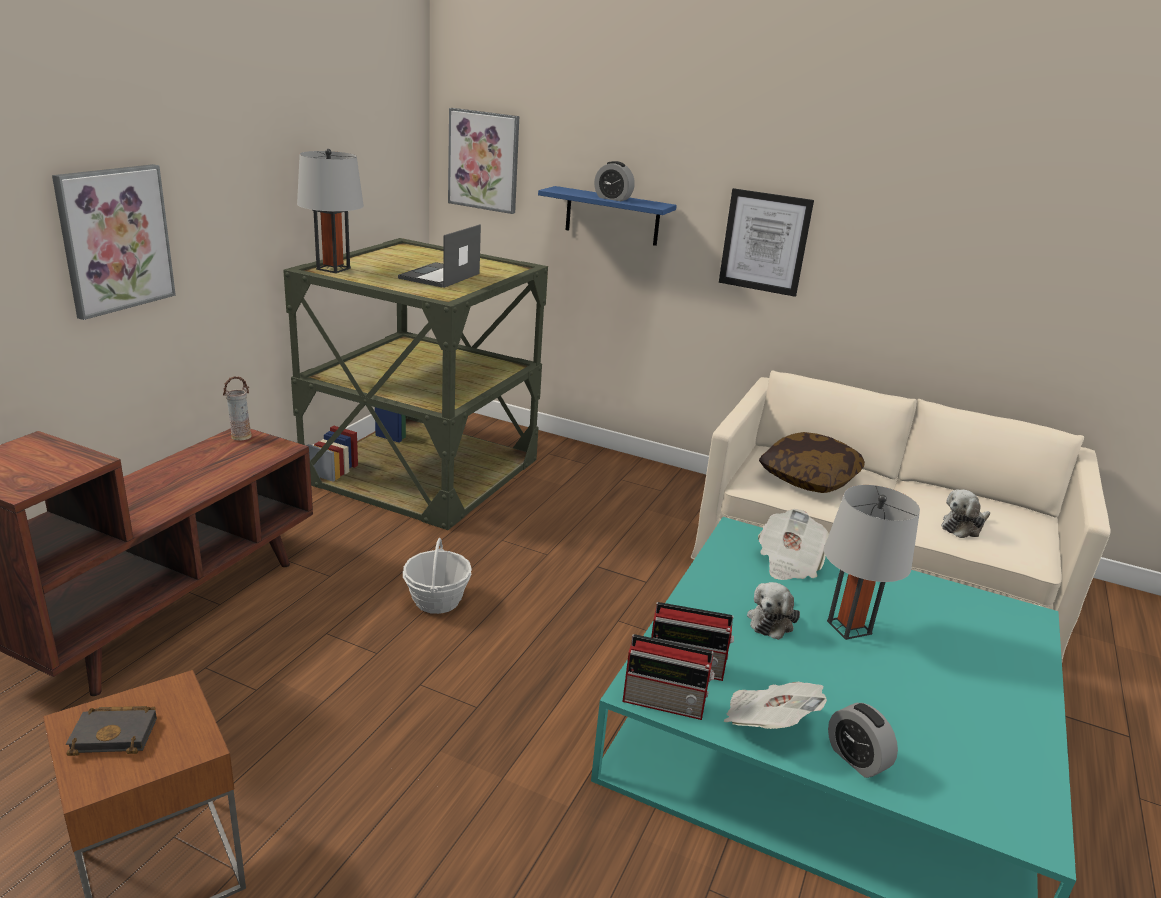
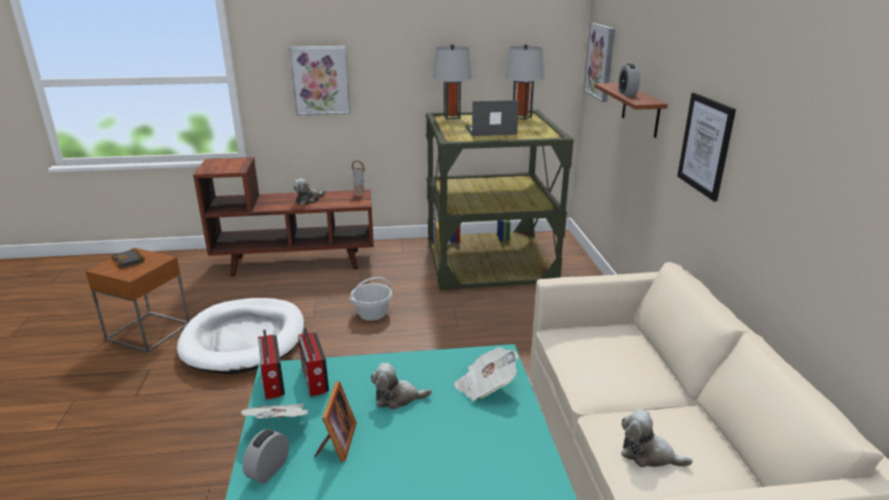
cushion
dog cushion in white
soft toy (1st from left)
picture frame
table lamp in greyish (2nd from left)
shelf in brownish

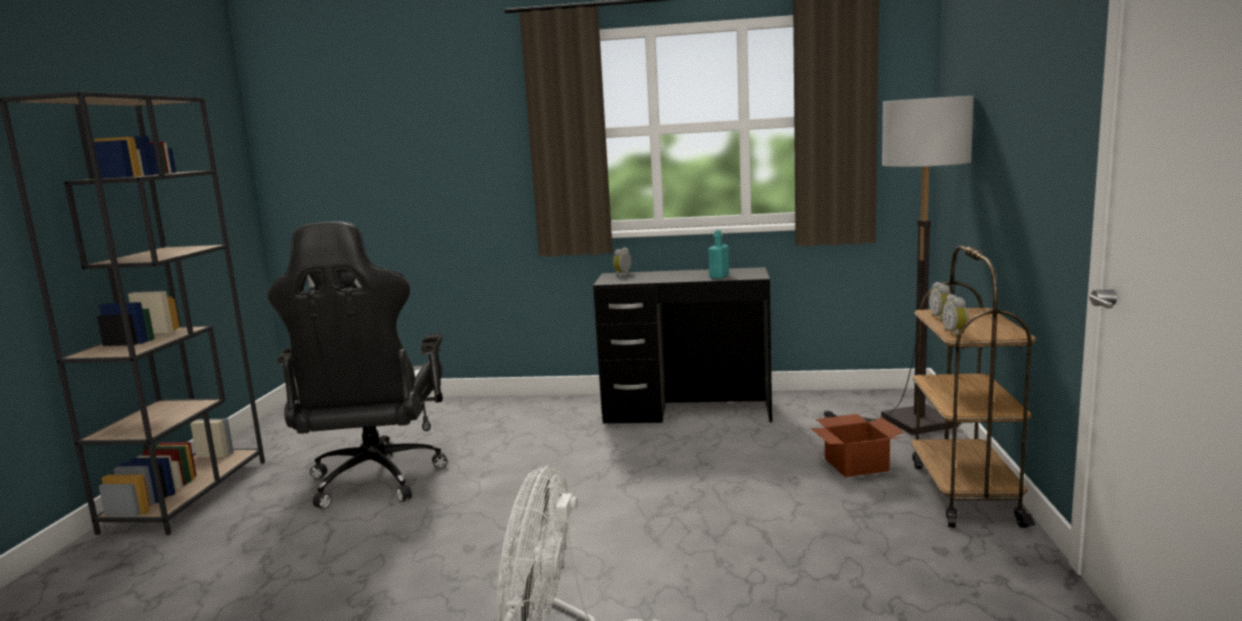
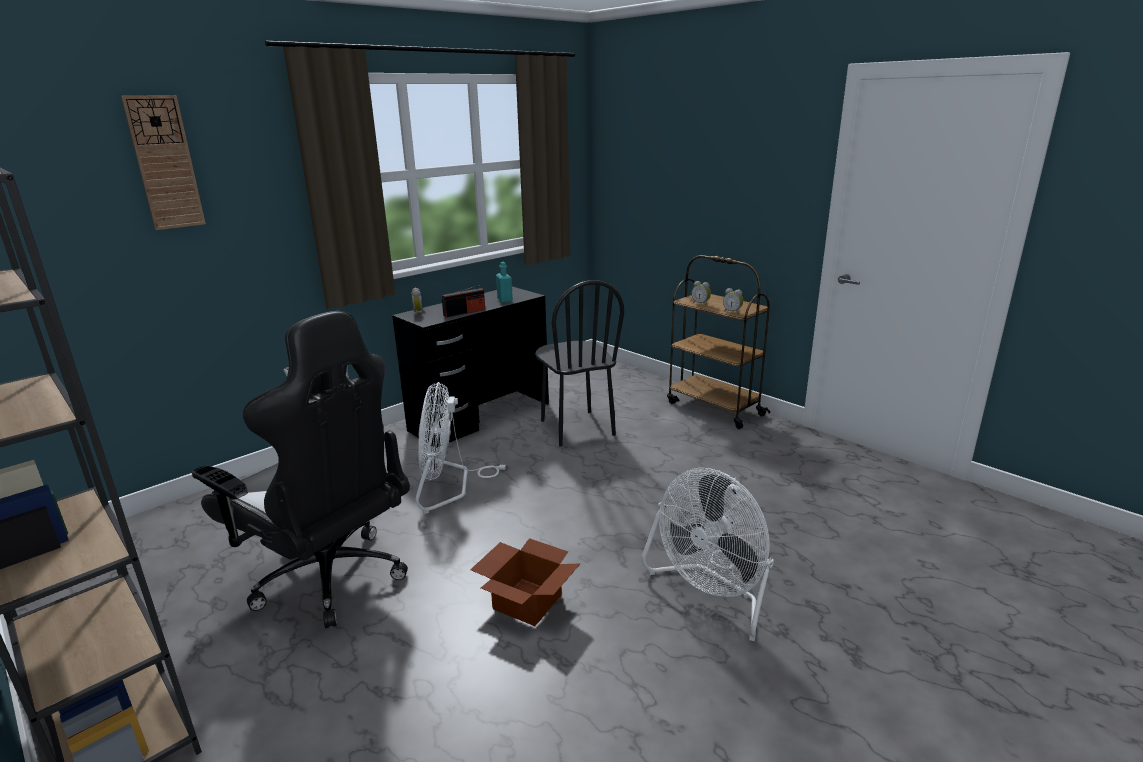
floor lamp
hanging clock
electric fan in white (1st from left)
radio receiver
upright chair in black-coloured
carton

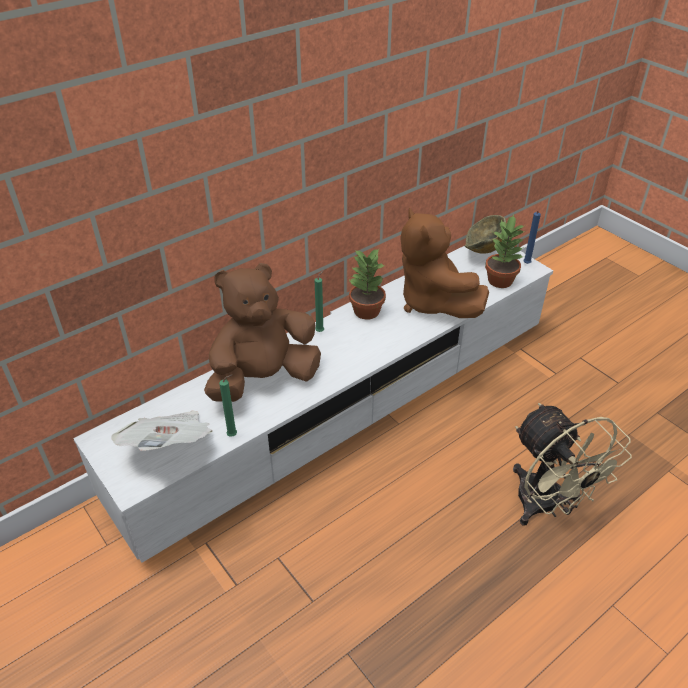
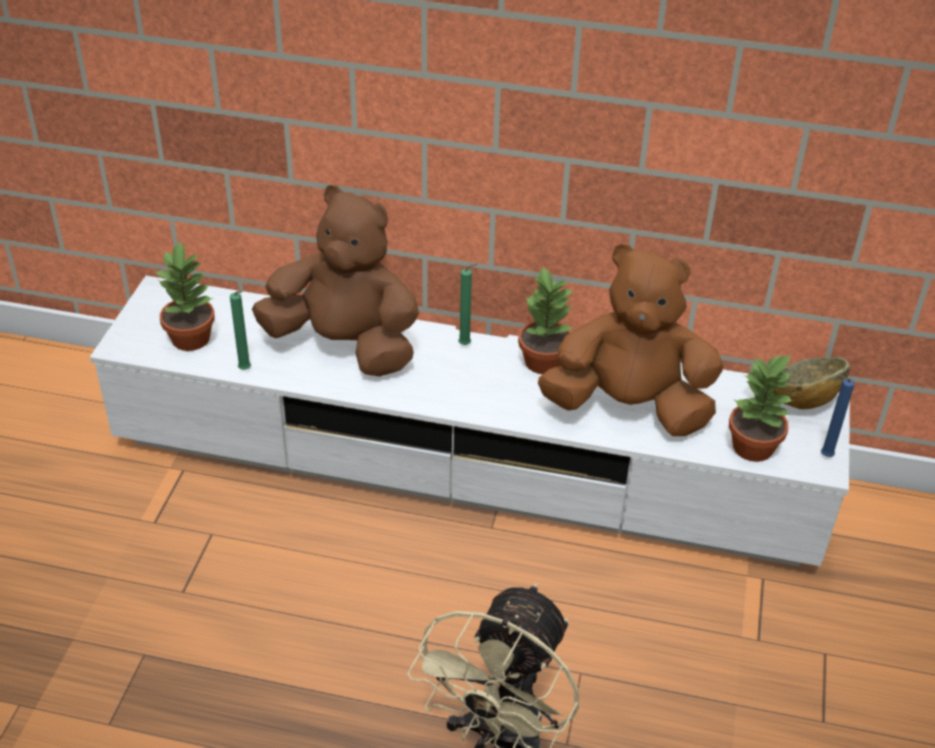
houseplant (1st from left)
soft toy in brownish (2nd from left)

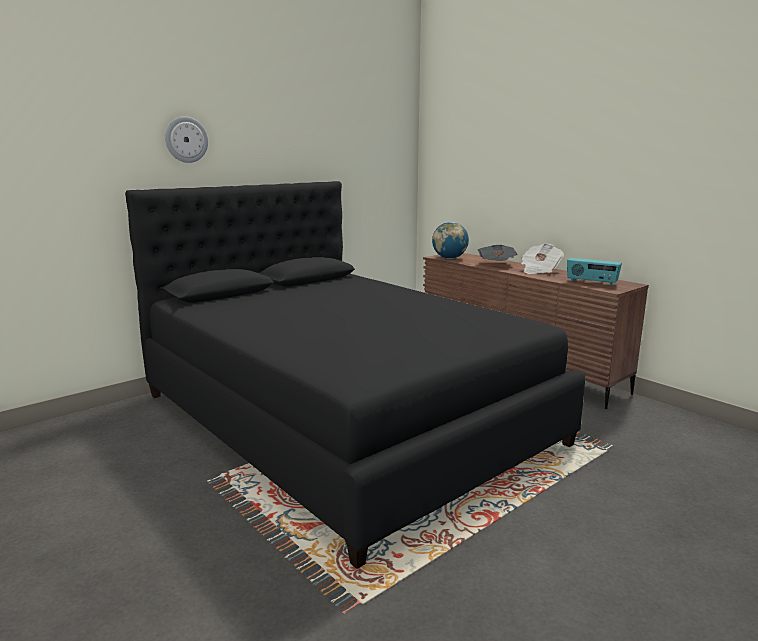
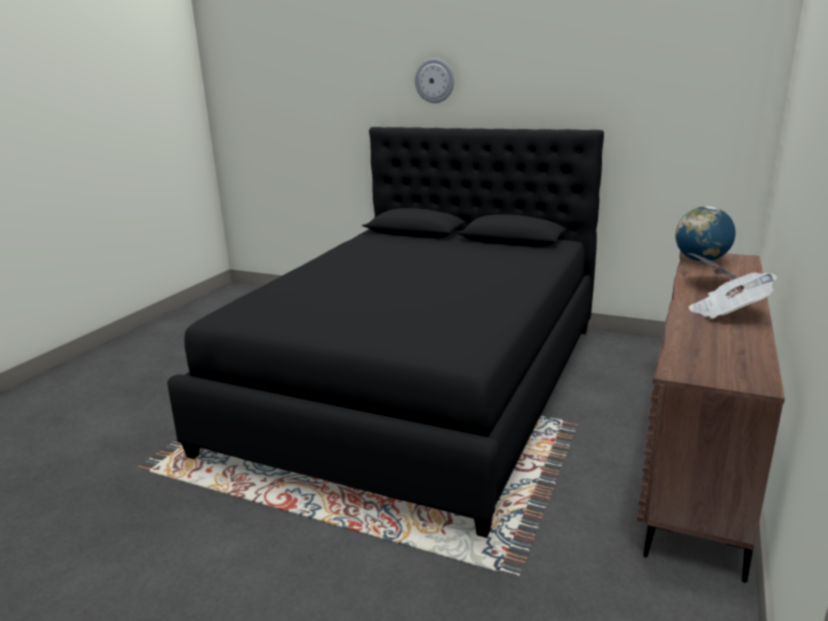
radio receiver

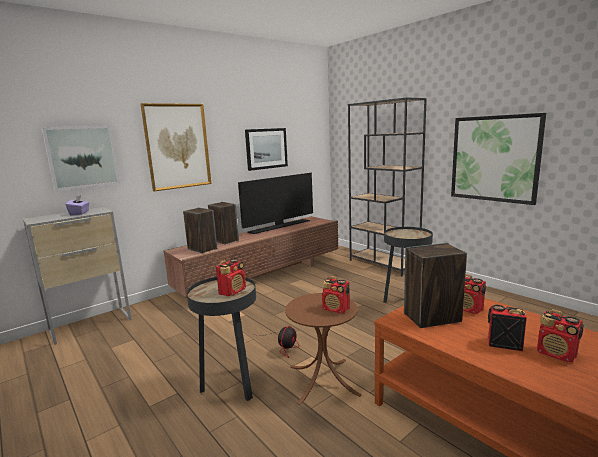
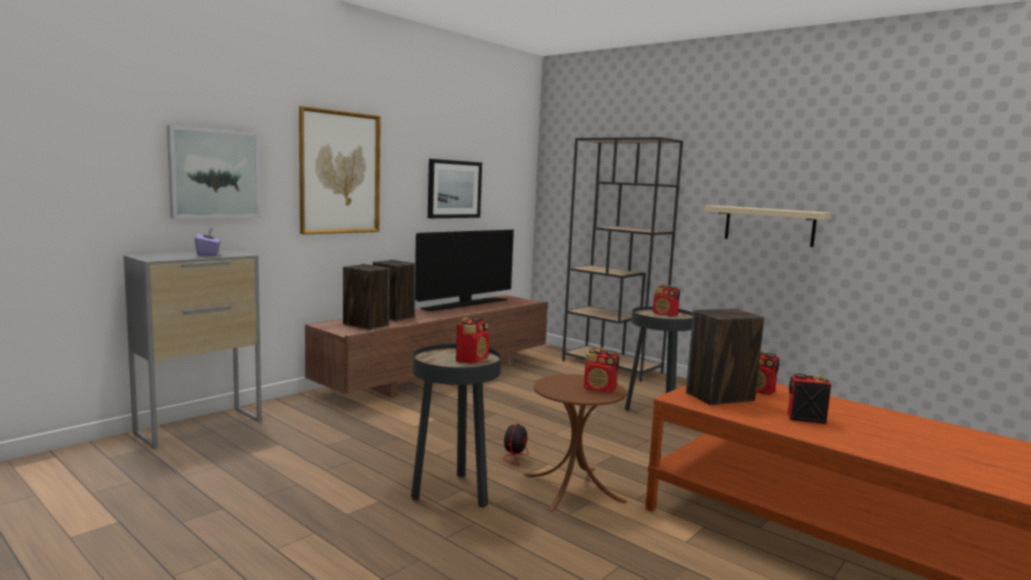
radio receiver (3rd from left)
shelf in sand-coloured

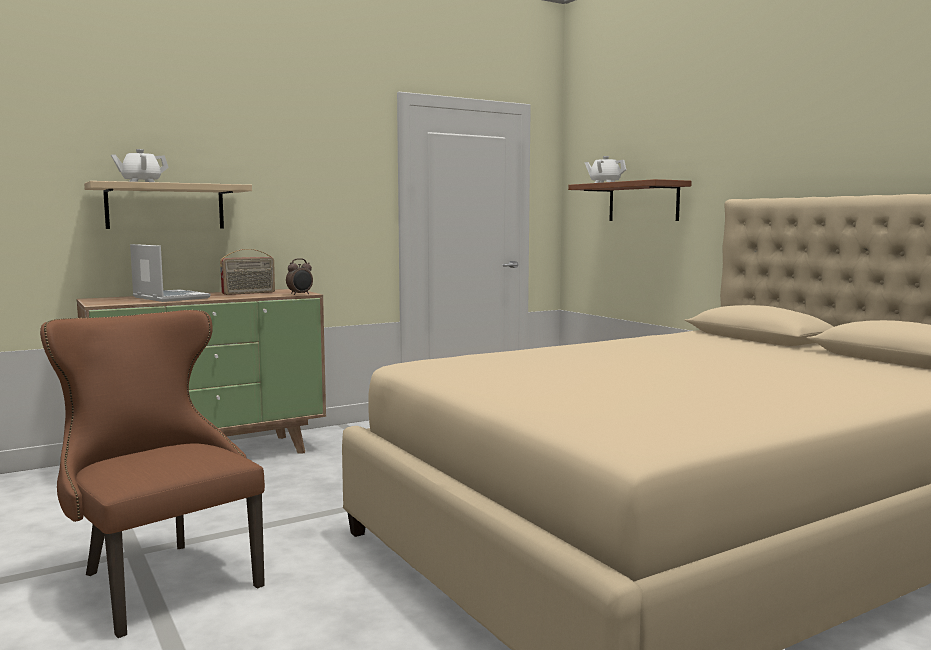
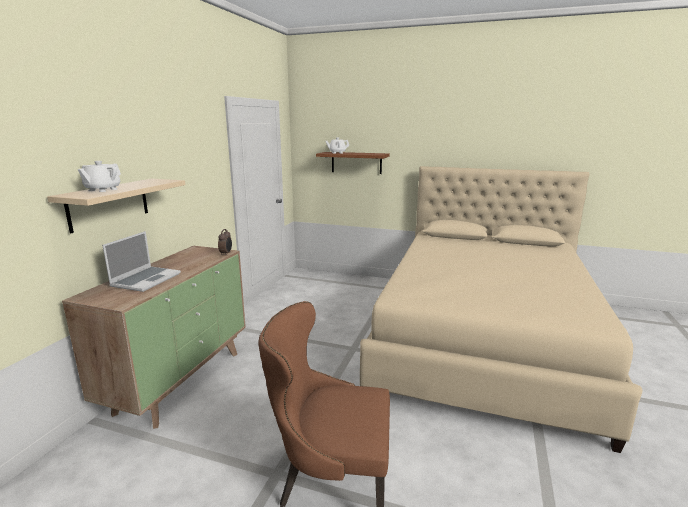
radio receiver
notebook computer

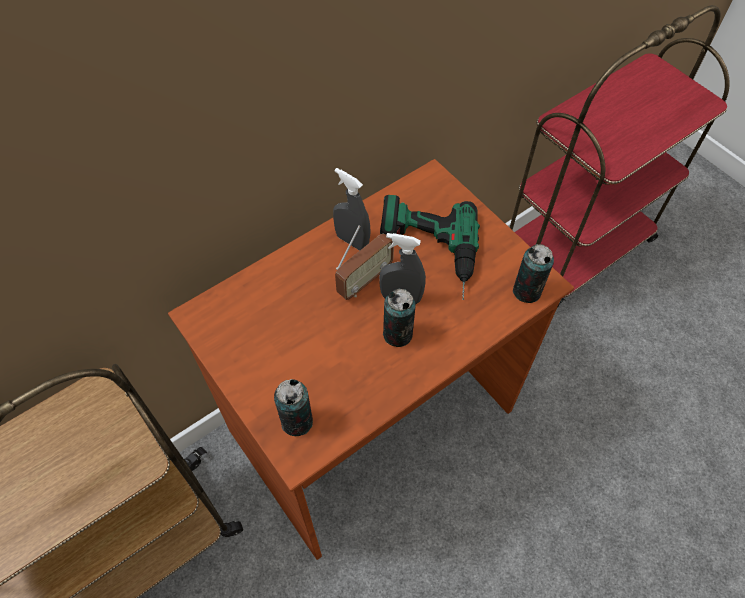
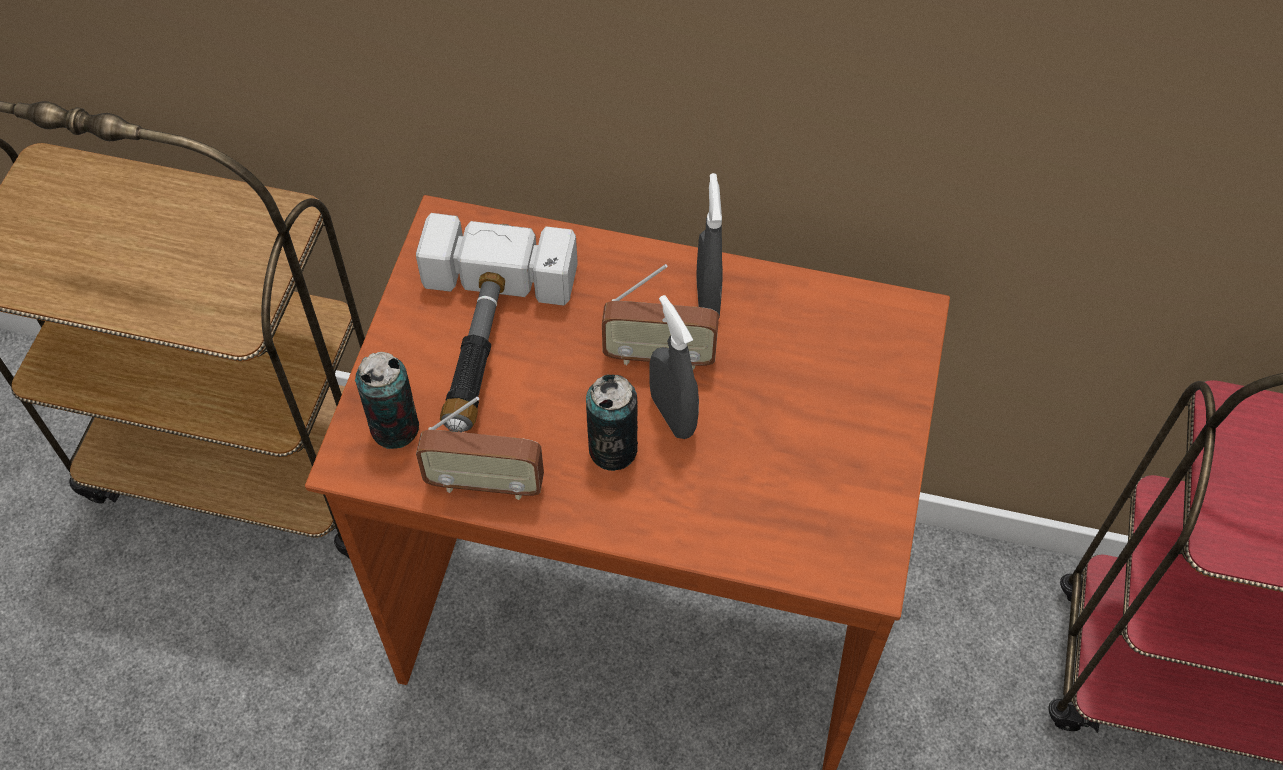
electric drill
sealed can (3rd from left in the first image)
hammer
radio receiver (1st from left)

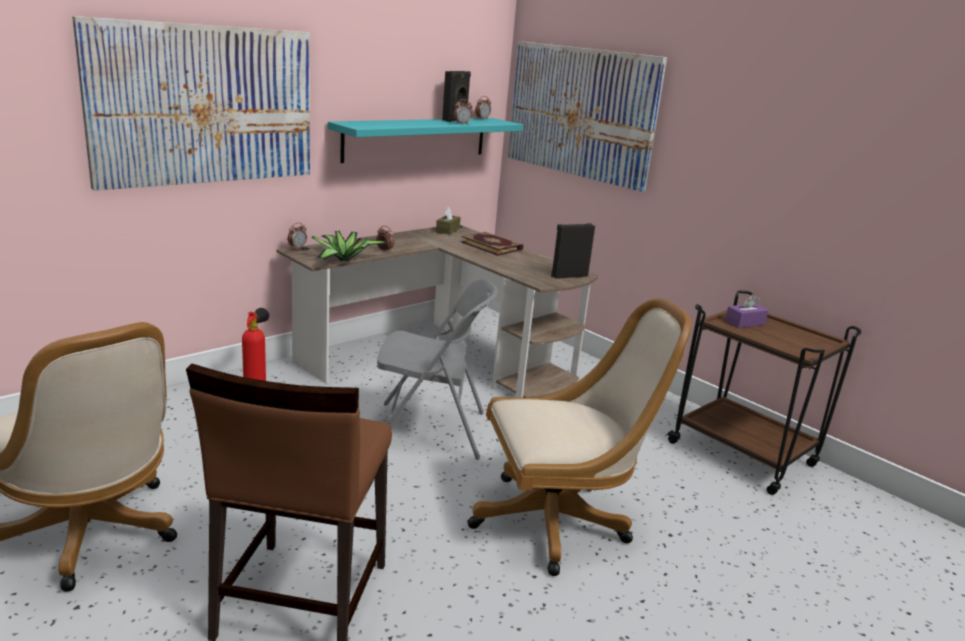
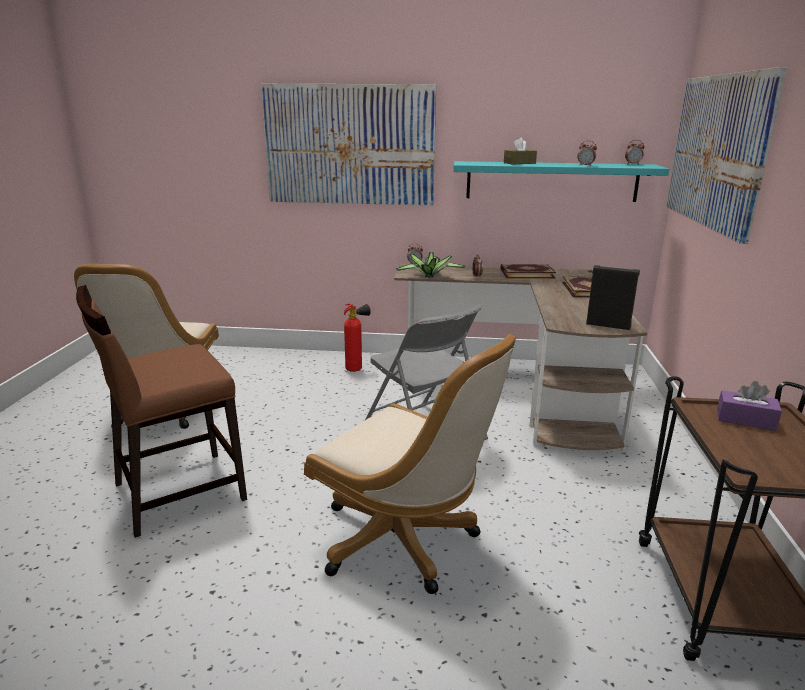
speaker in black-coloured (1st from left in the first image)
bound book (1st from left)
tissue holder in brownish

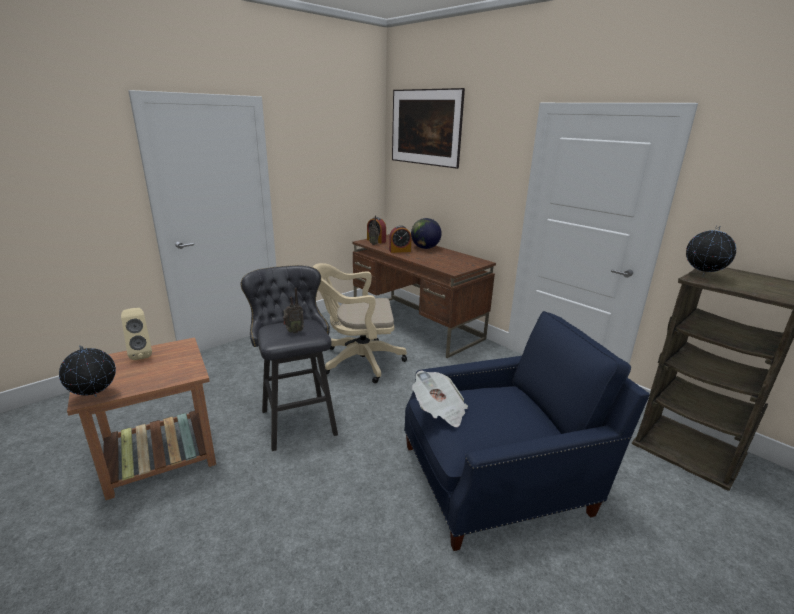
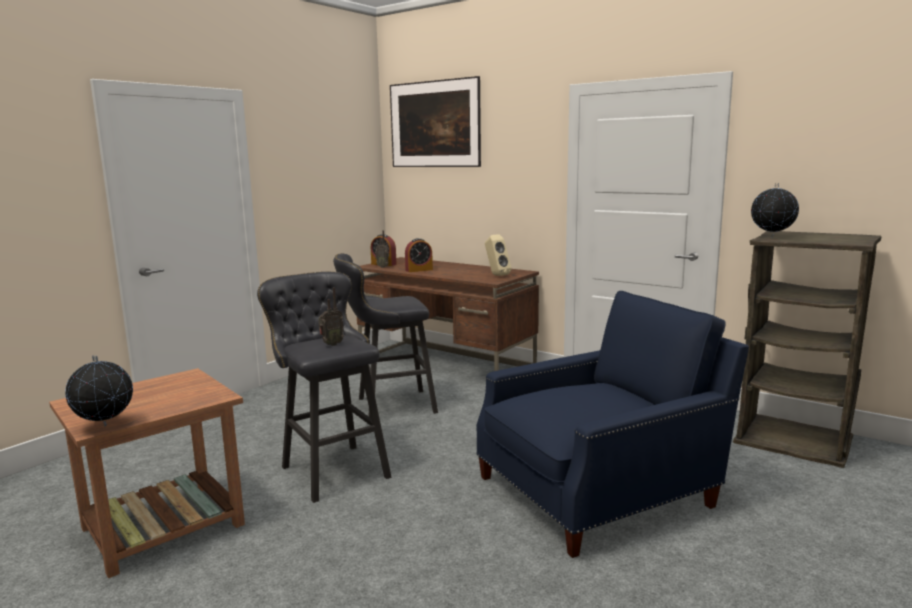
globe (2nd from left in the first image)
newspaper
speaker in sand-coloured
stool seat in black-coloured (2nd from left)

